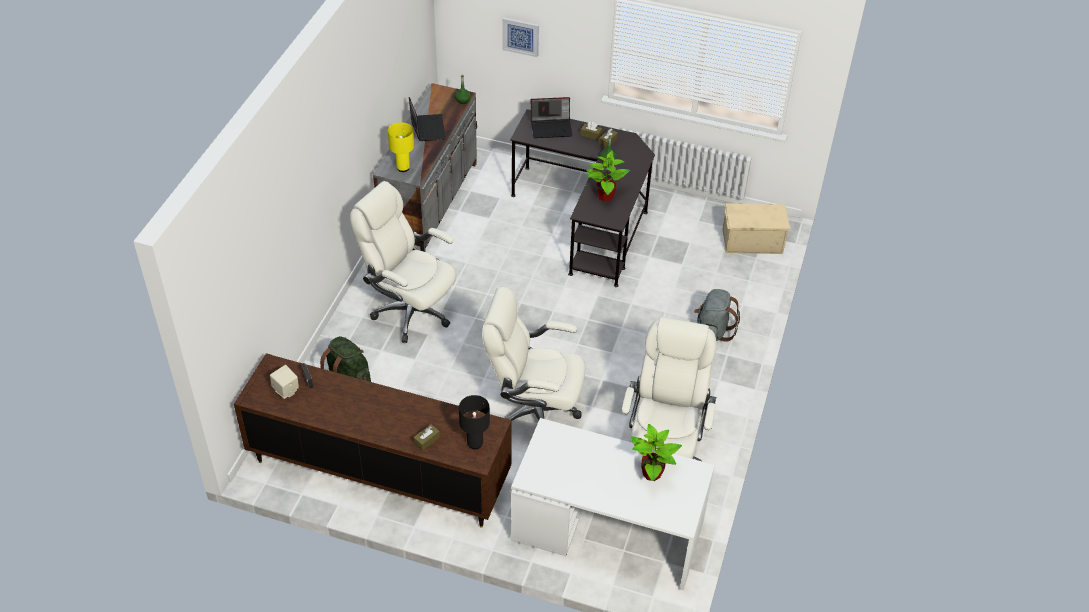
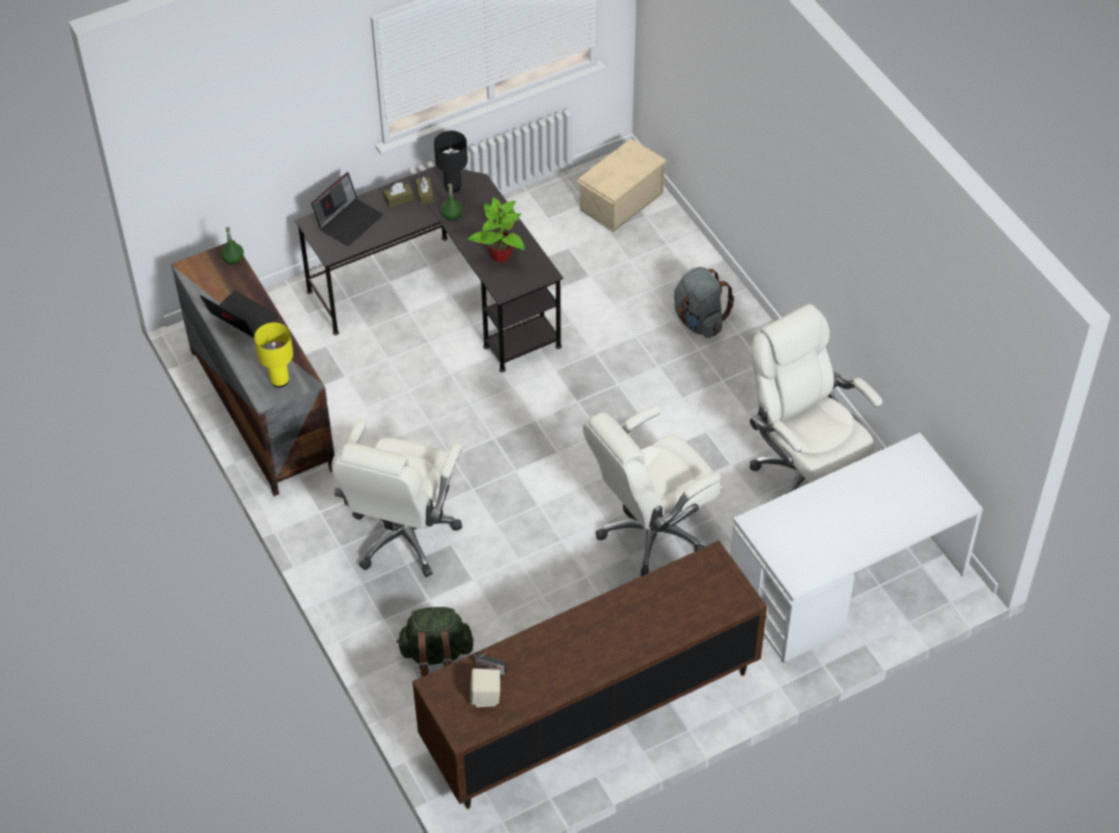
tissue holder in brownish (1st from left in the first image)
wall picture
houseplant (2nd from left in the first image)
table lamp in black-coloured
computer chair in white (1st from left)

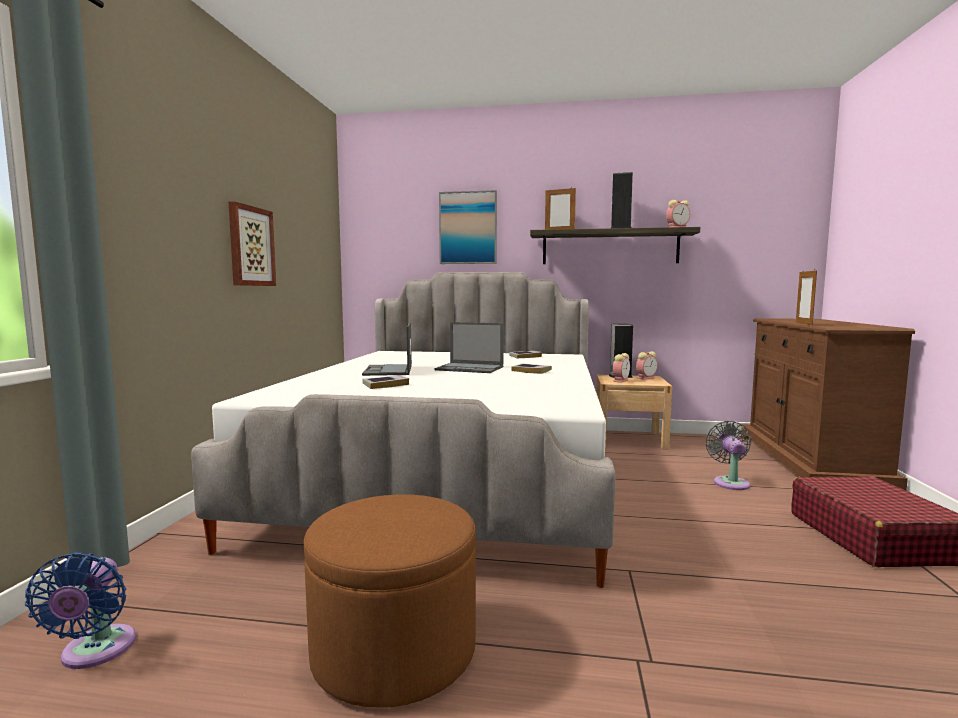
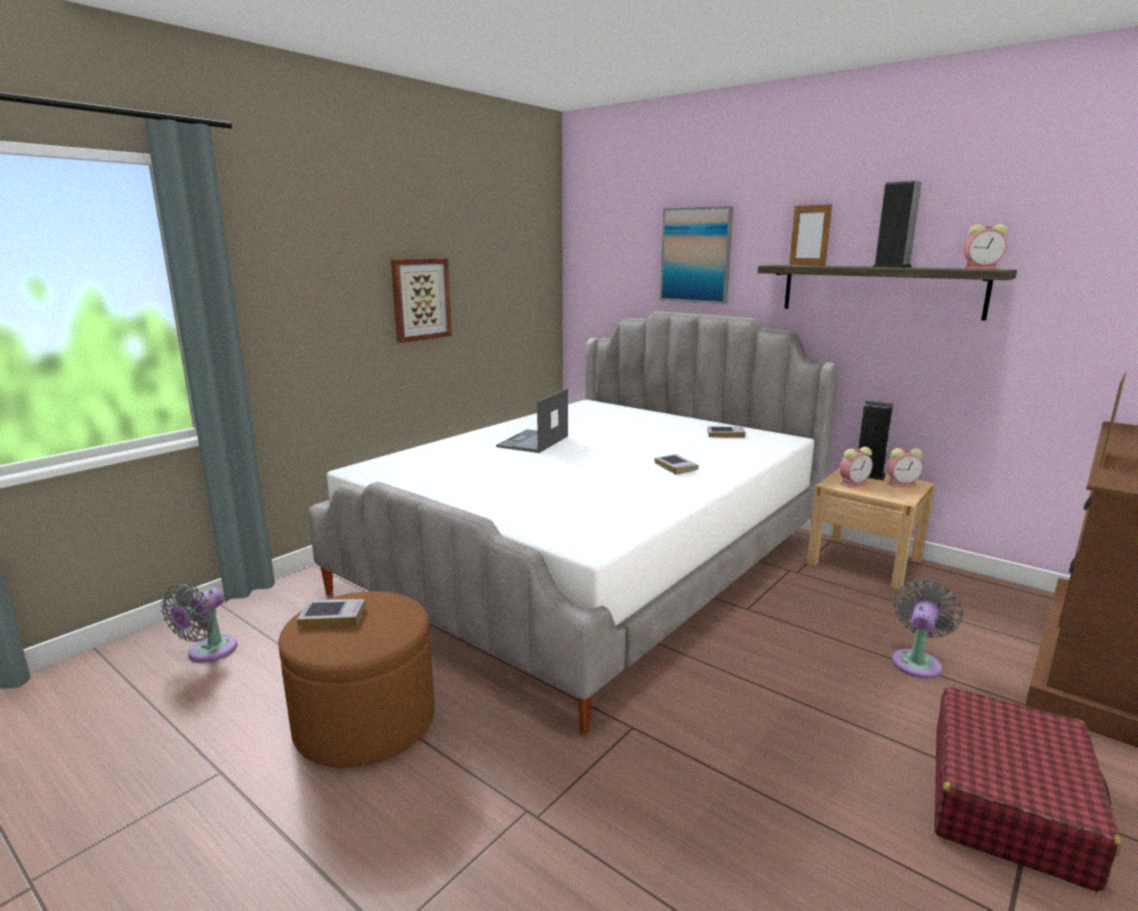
notebook computer (2nd from left in the first image)
bound book (1st from left)
electric fan in greyish (1st from left)

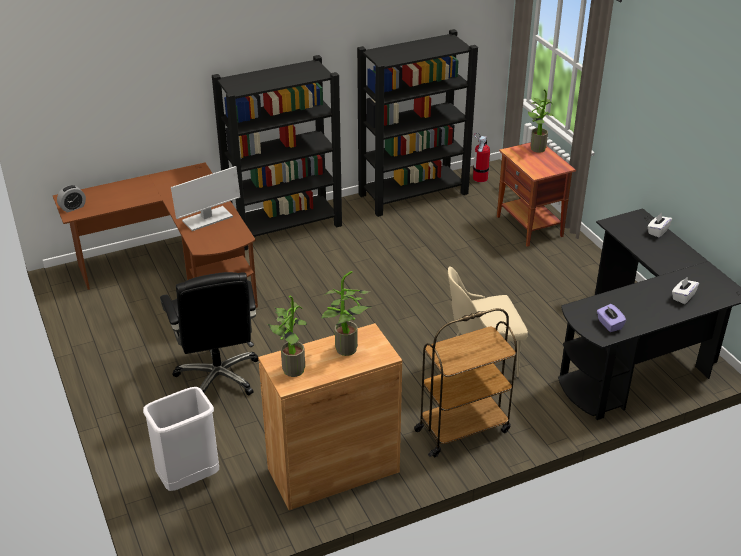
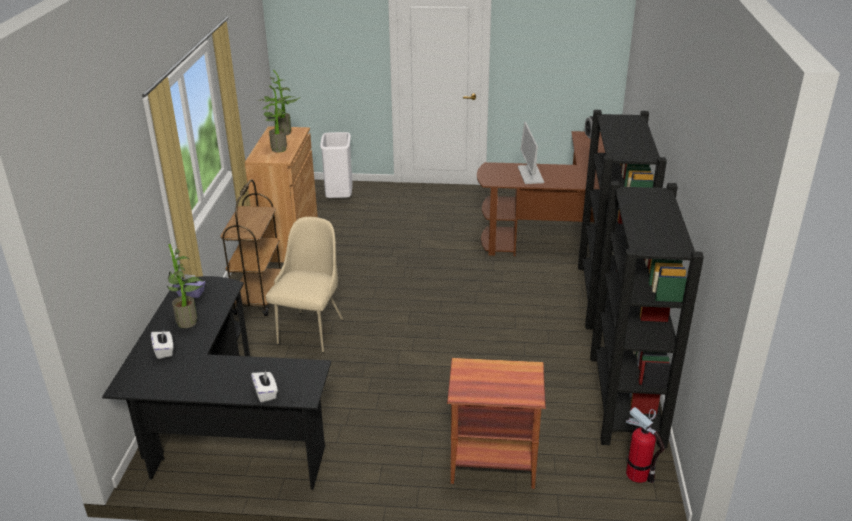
computer chair in black-coloured
houseplant (1st from left)

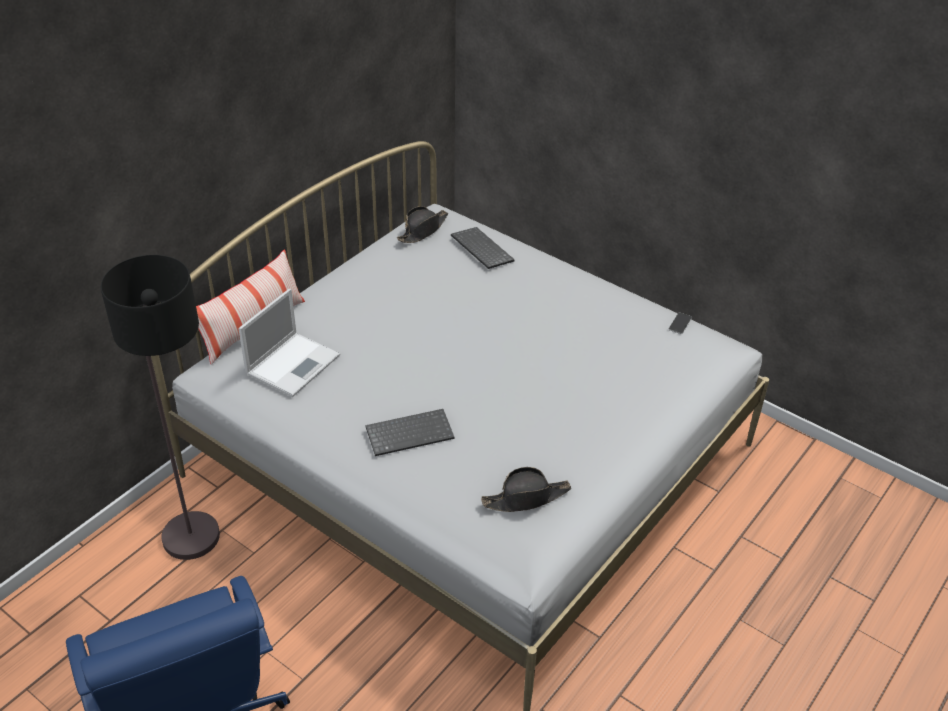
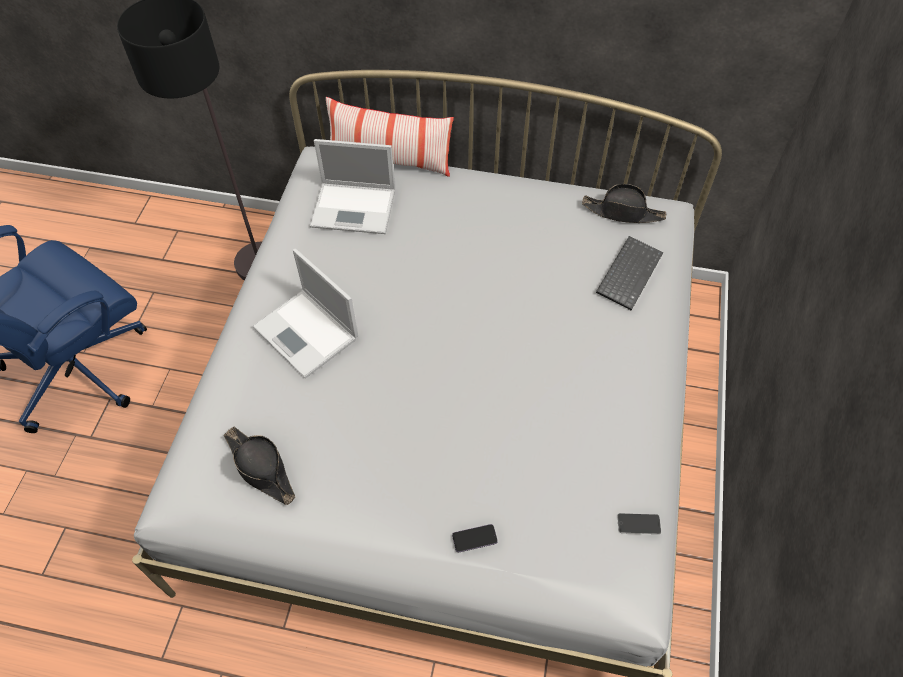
handset (1st from left)
notebook computer (1st from left)

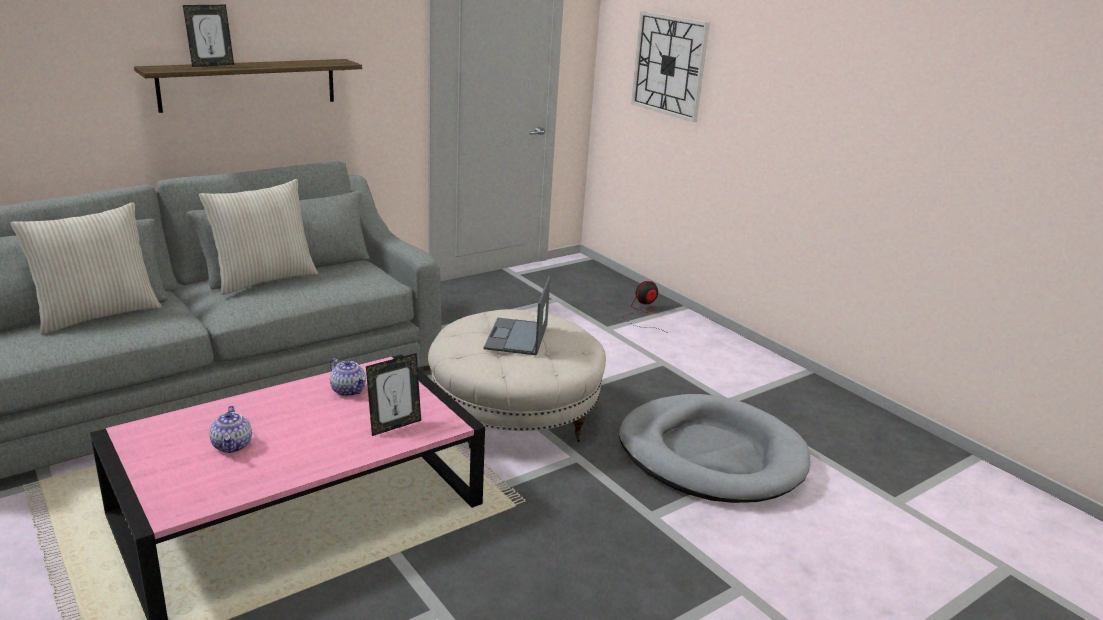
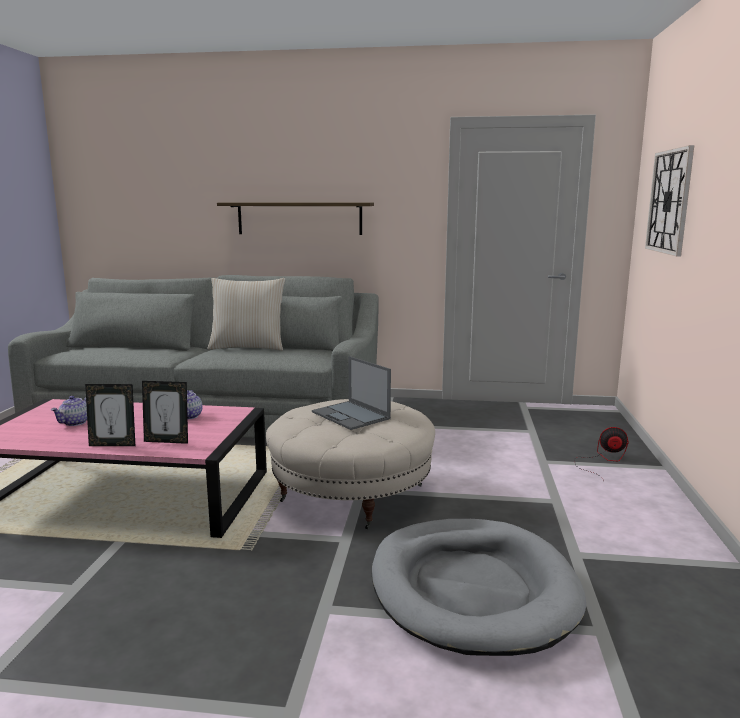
cushion in sand-coloured (1st from left in the first image)
picture frame (1st from left)
notebook computer

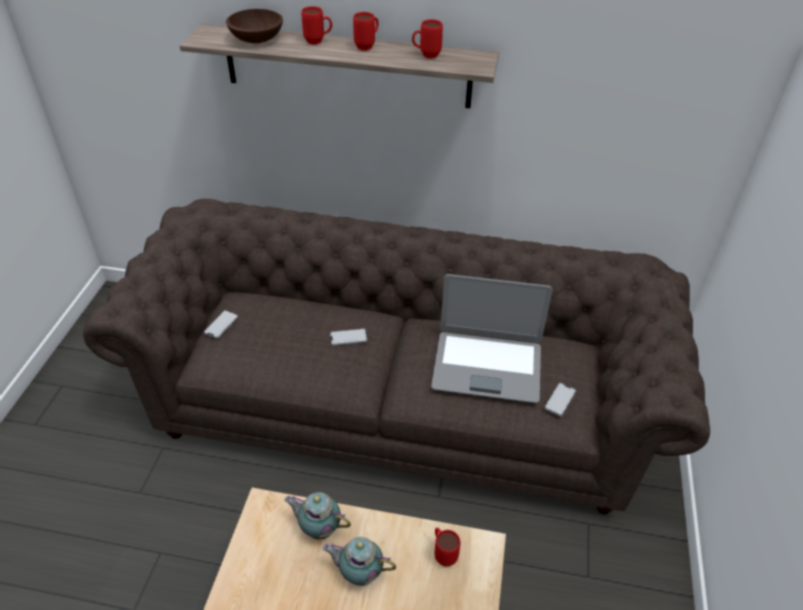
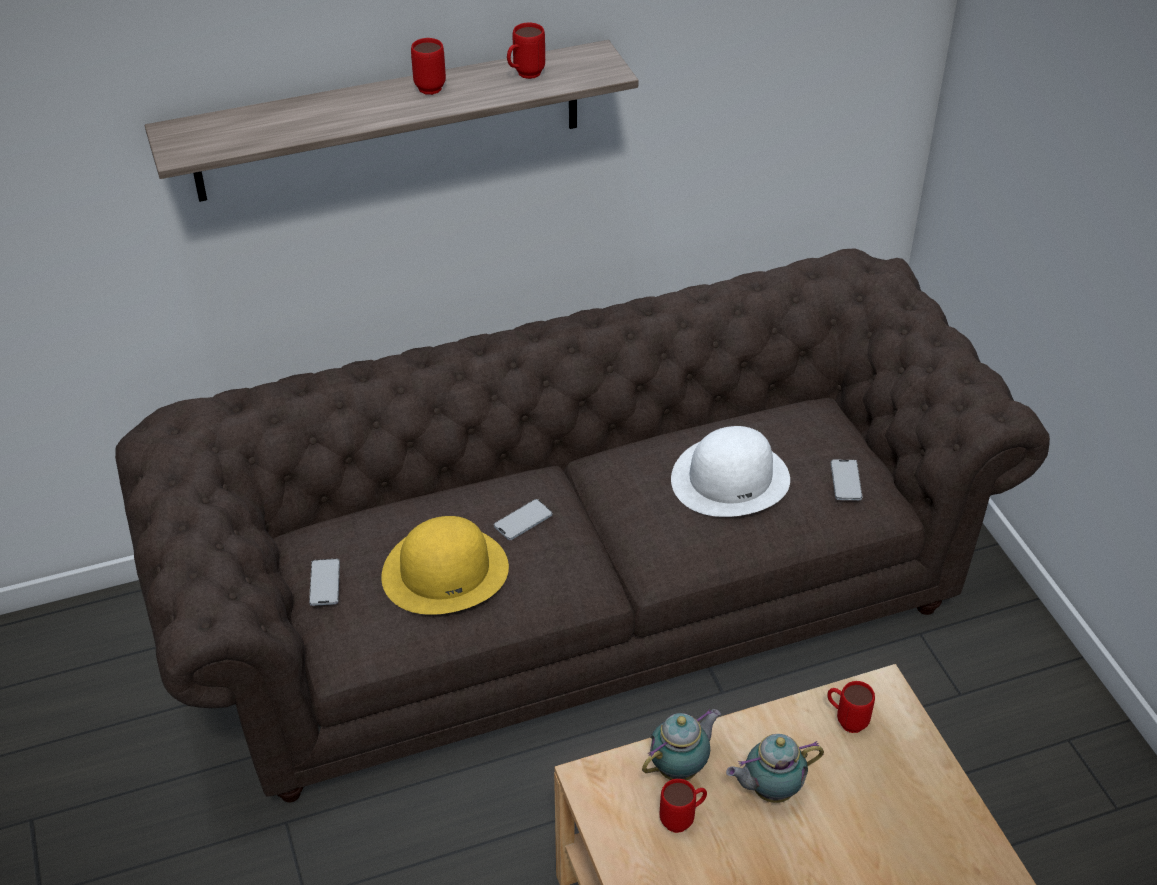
bowl in brownish
clothing hat in yellow
coffee mug in reddish (3rd from left)
clothing hat in white
teapot (1st from left)

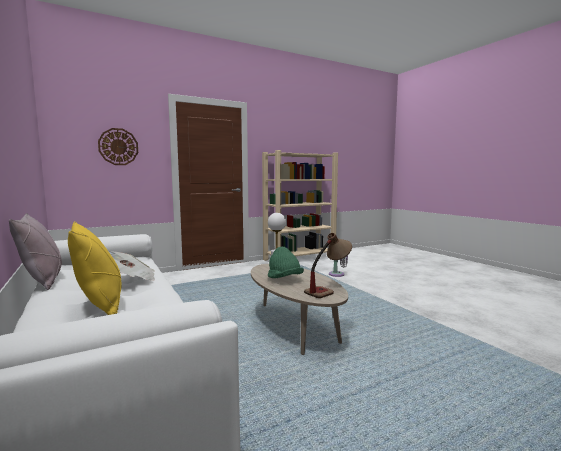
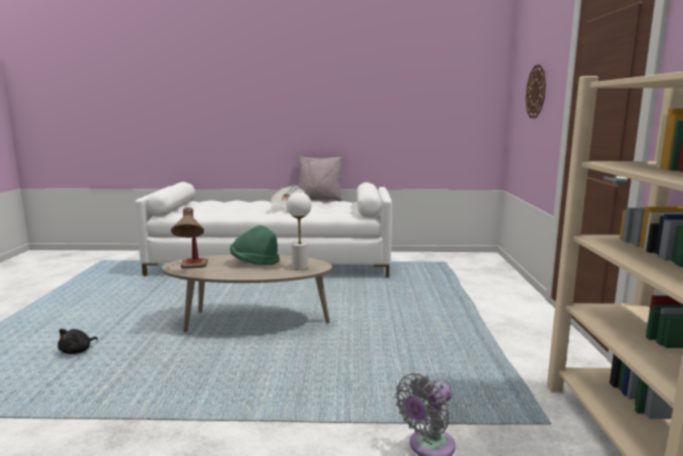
cushion in yellow
soft toy in black-coloured

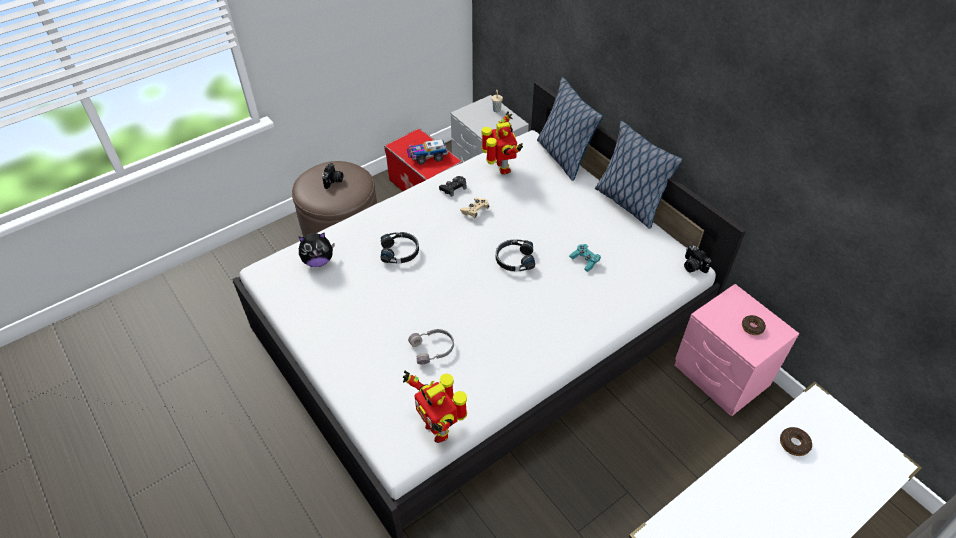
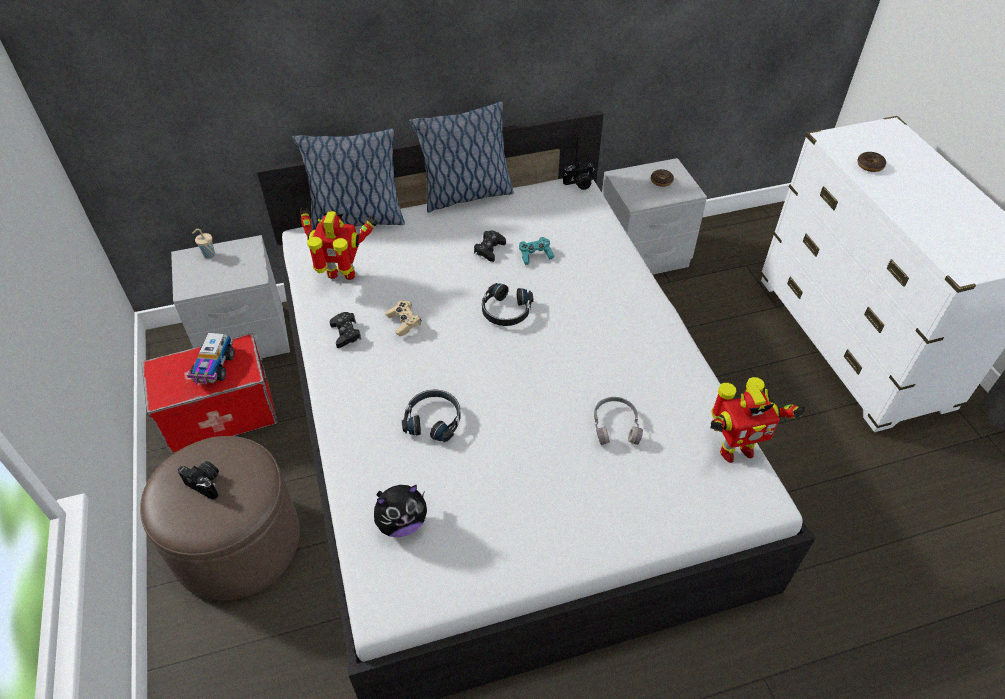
gamepad in black-coloured (2nd from left)
bedside table in greyish (2nd from left)
soft toy

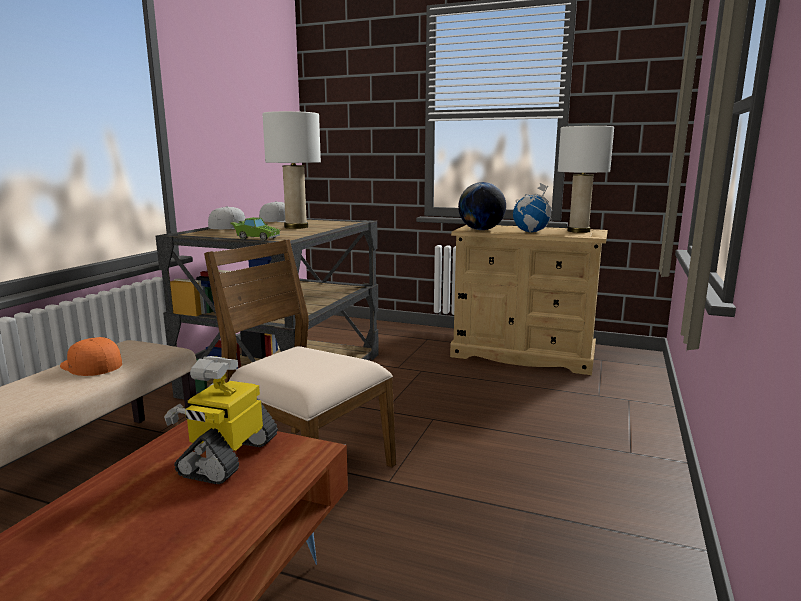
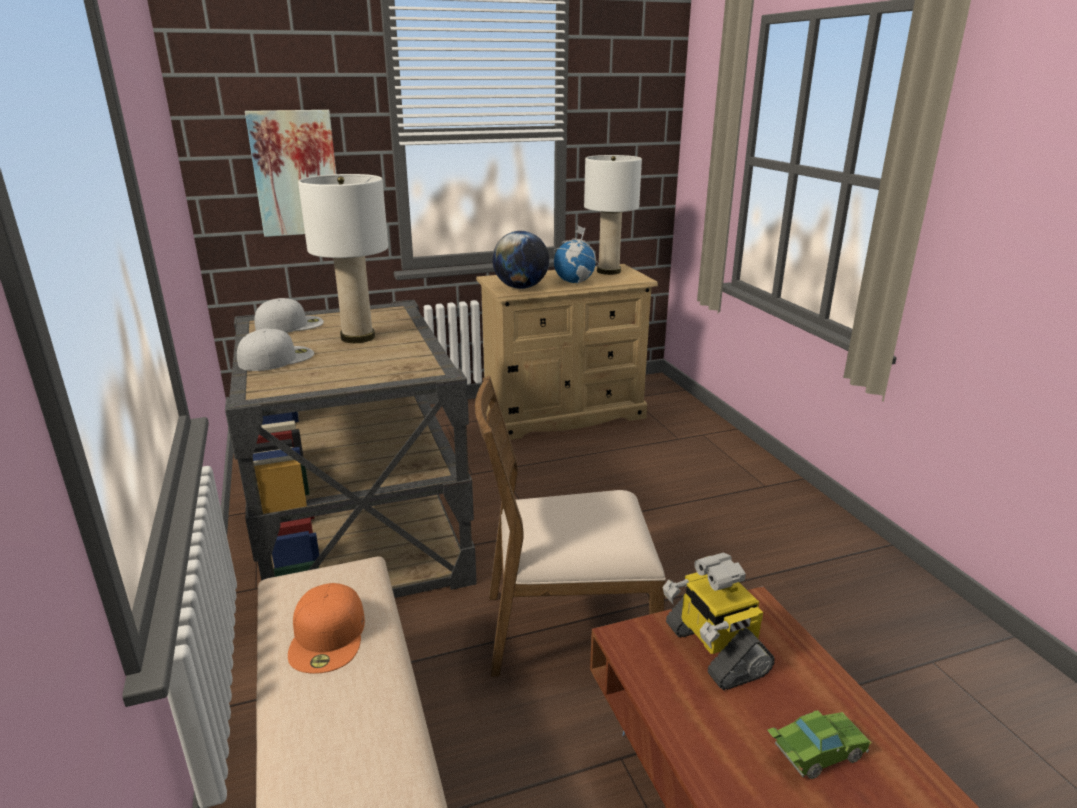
wall picture
miniature car in greenish
cap in orange-coloured

